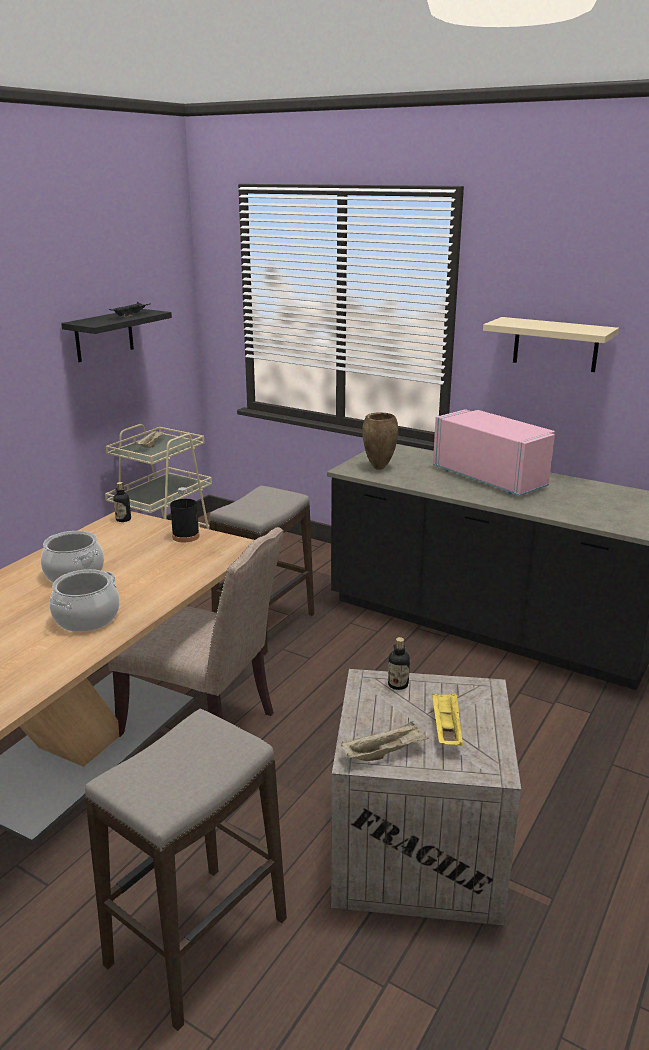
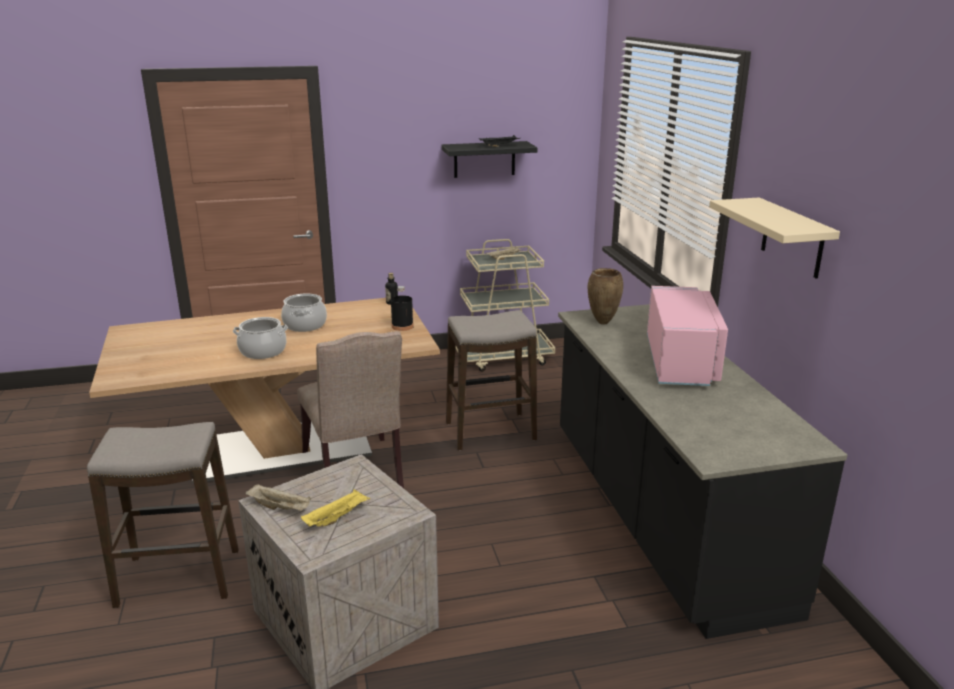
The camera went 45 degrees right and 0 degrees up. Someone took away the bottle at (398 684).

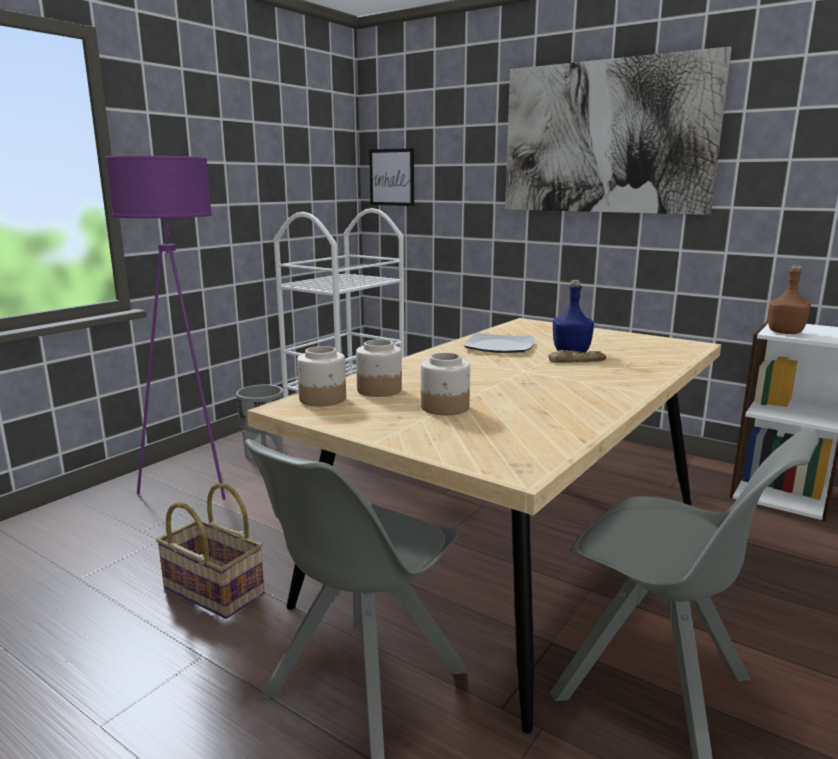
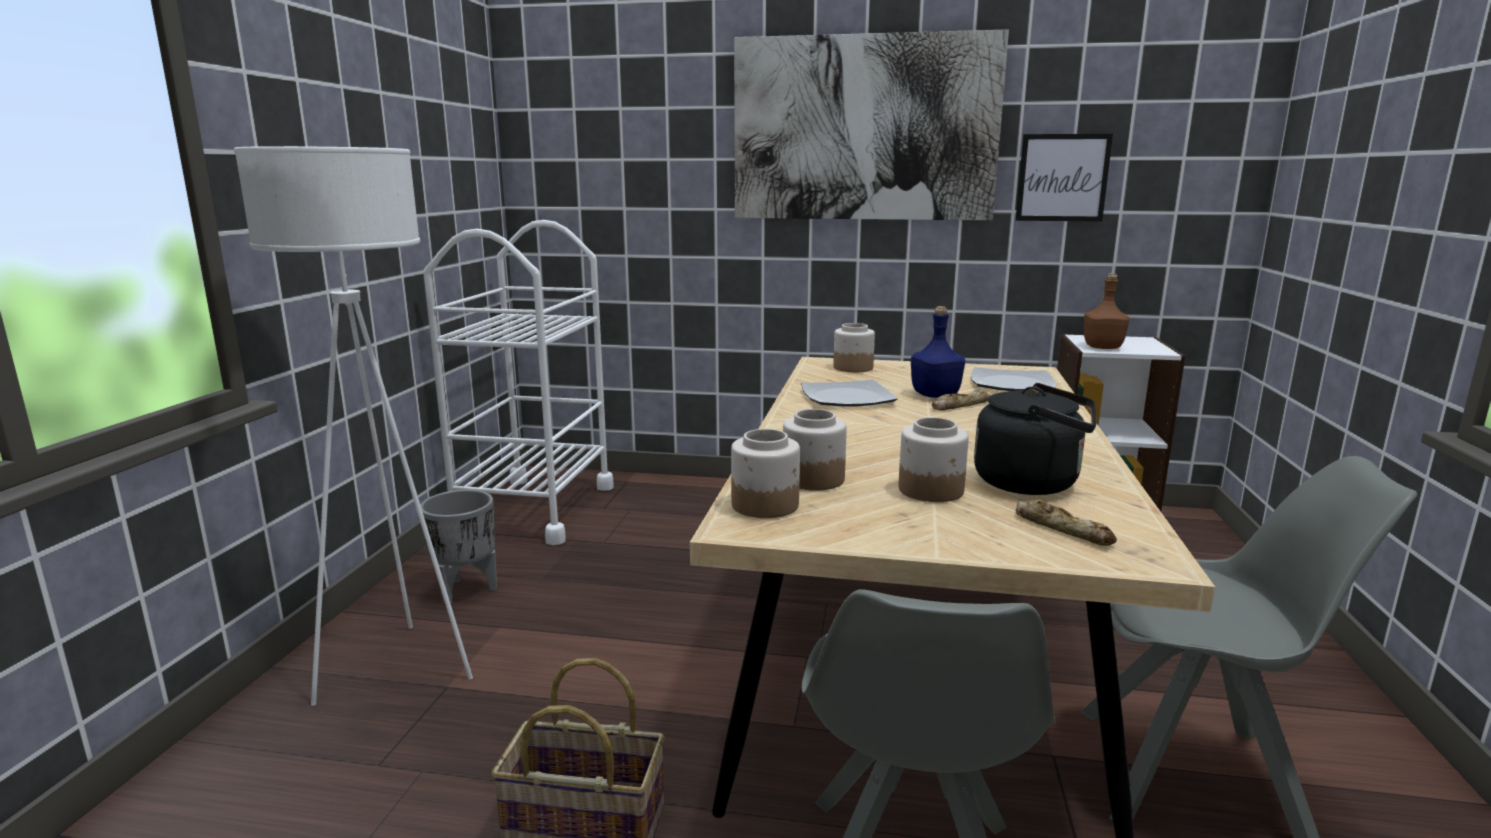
The camera went 25 degrees left and 0 degrees up. Someone carried the picture from (392 177) to (1062 178). Someone repainted the purple floor lamp at (193 485), which became the white floor lamp at (398 668). Someone put down the jar at (852 368). Someone put down the plate at (1012 384). Someone put down the black kettle at (1032 483). Someone put down the bread at (1062 529).

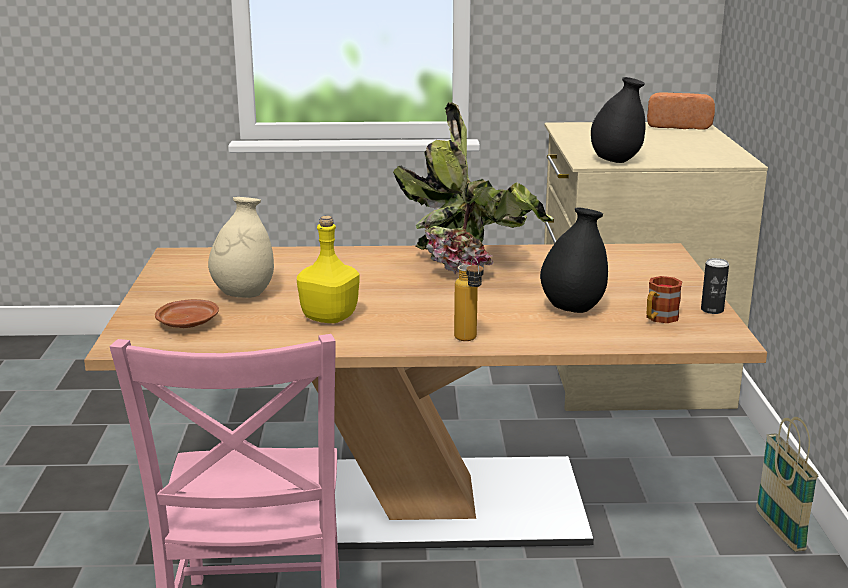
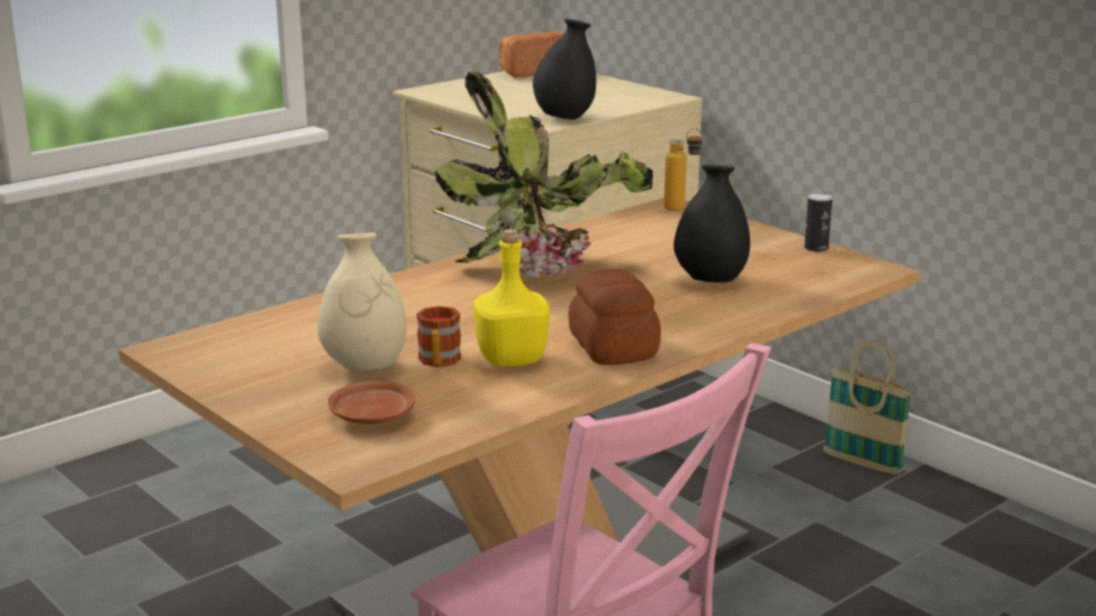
The camera went 40 degrees left and 0 degrees up. Someone carried the bottle from (469 341) to (682 209). Someone carried the mug from (658 319) to (438 362). Someone put down the bread at (612 348).

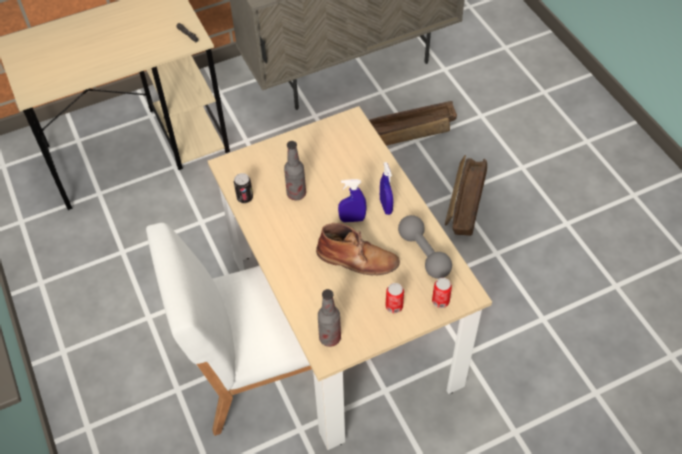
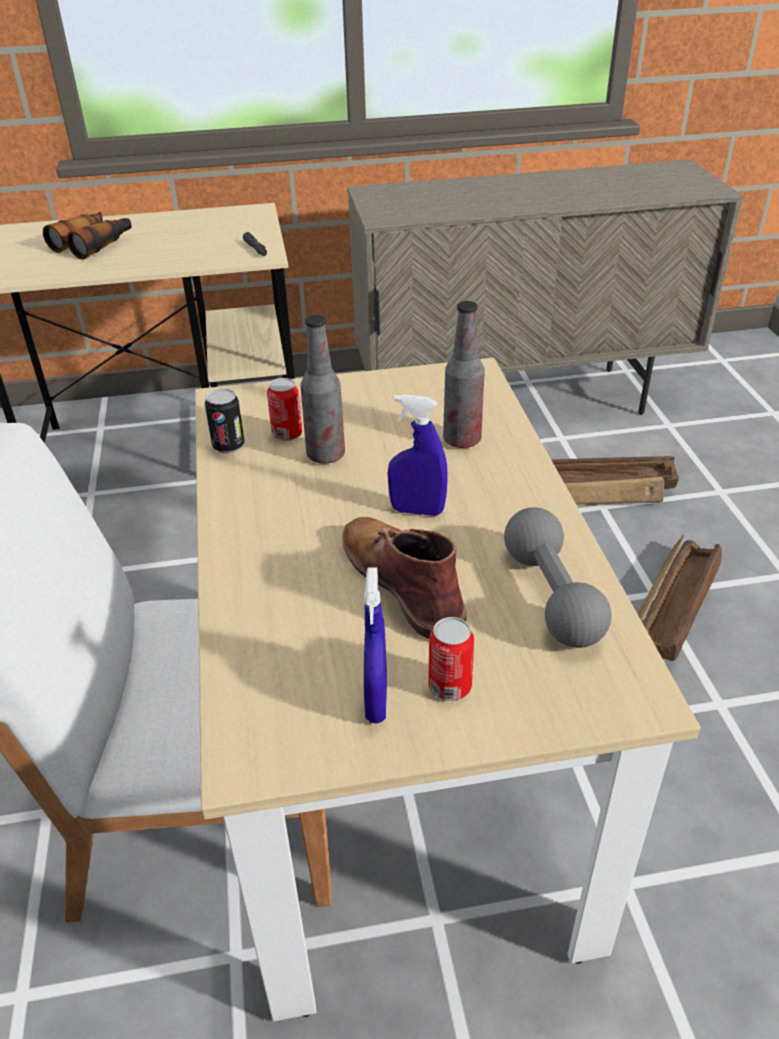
The camera went 15 degrees right and 15 degrees down. Someone carried the blue spray bottle from (386 206) to (376 700). Someone rotated the brown boot at (358 259) by 150 degrees counterclockwise. Someone carried the can from (440 301) to (287 434). Someone carried the bottle from (330 338) to (462 440). Someone put down the binoculars at (94 244).

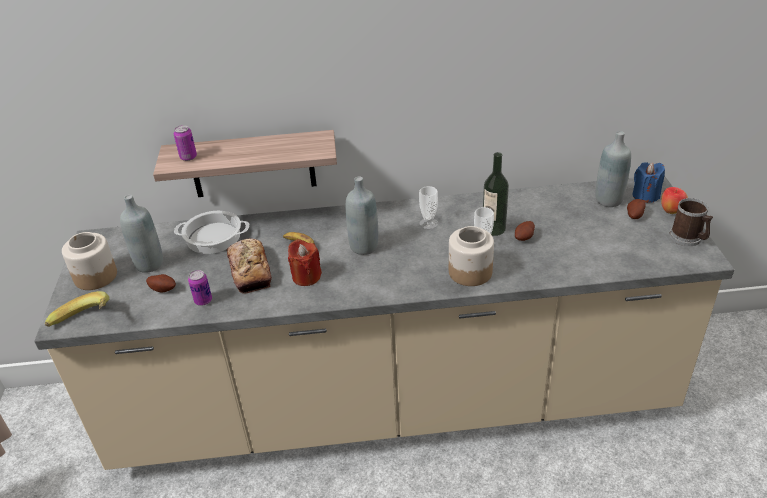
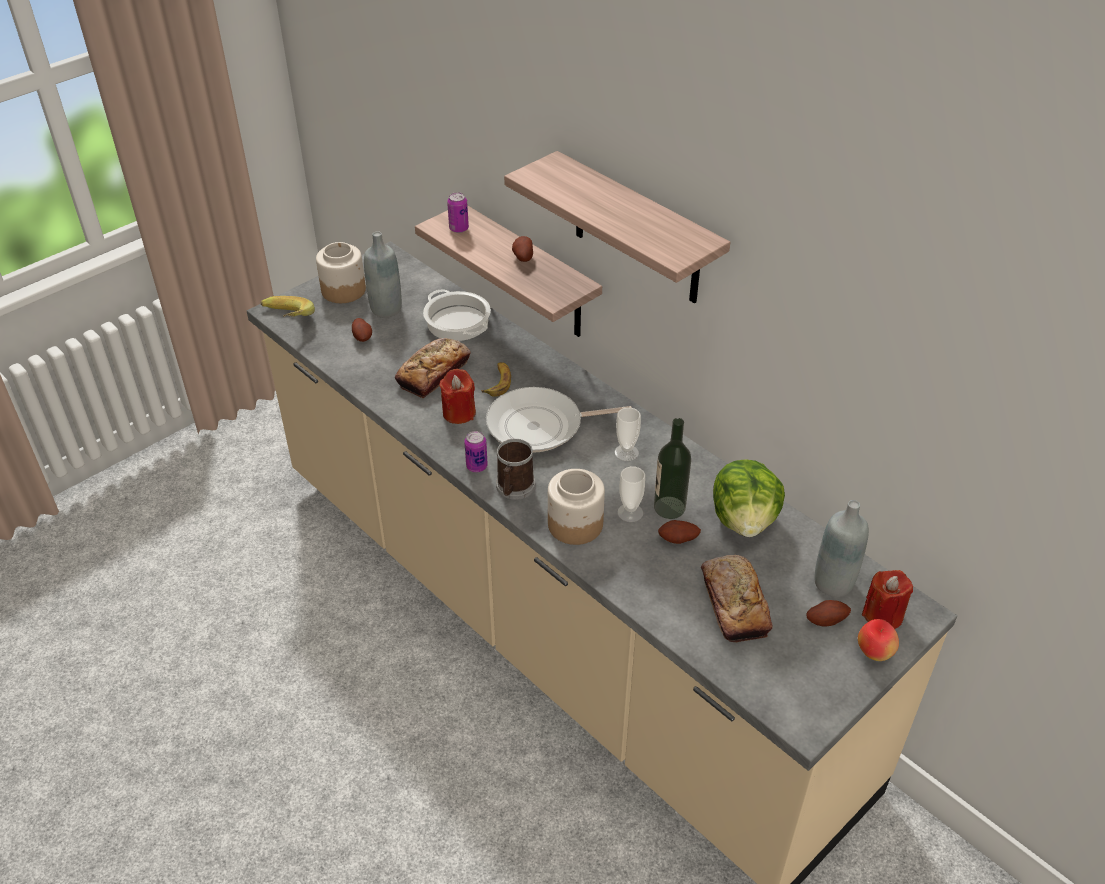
The camera went 50 degrees right and 5 degrees up. Someone repainted the blue candle at (645 196), which became the red candle at (883 615). Someone swapped the grey bottle at (364 247) for the frying pan at (540 426). Someone carried the mug from (688 238) to (514 488). Someone carried the can from (203 300) to (477 466). Someone put up the shelf at (637 231). Someone put down the potato at (522 257). Someone put down the lettuce at (744 520). Someone put down the bread at (734 604).

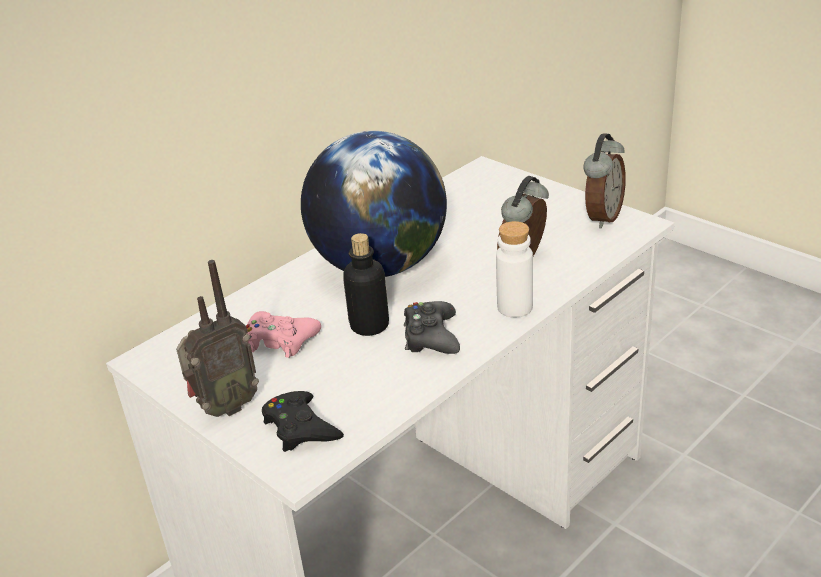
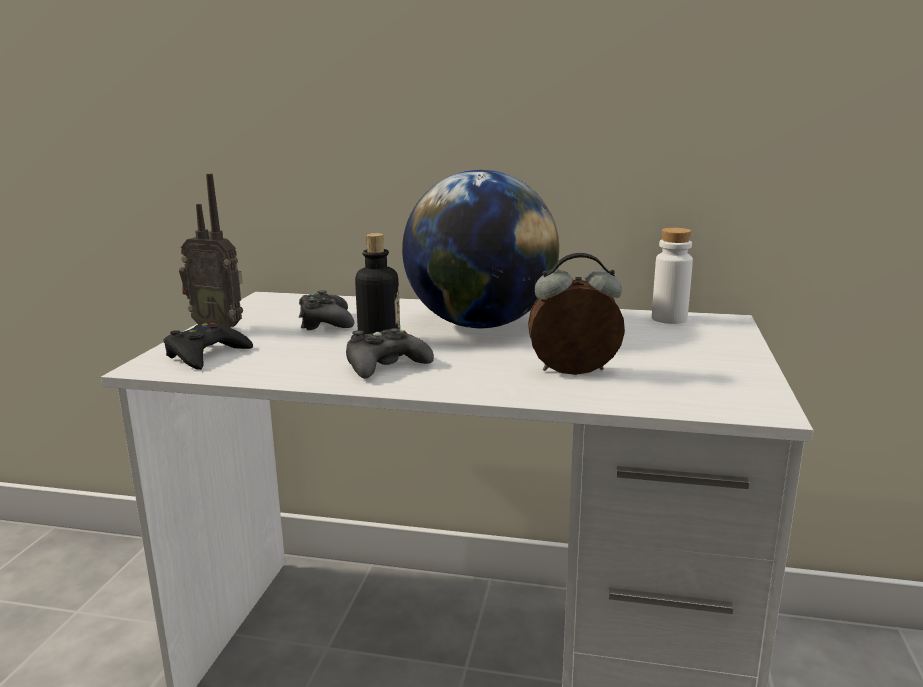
The camera went 55 degrees right and 15 degrees down. Someone took away the alarm clock at (602 217). Someone carried the white bottle from (515 307) to (669 319). Someone repainted the pink game controller at (280 341), which became the black game controller at (325 322).

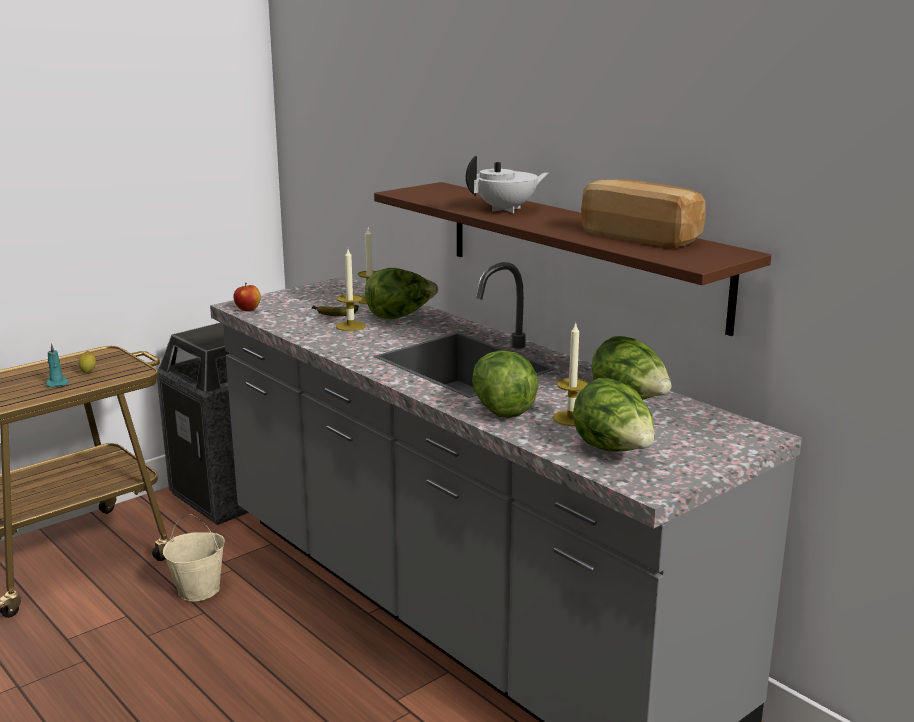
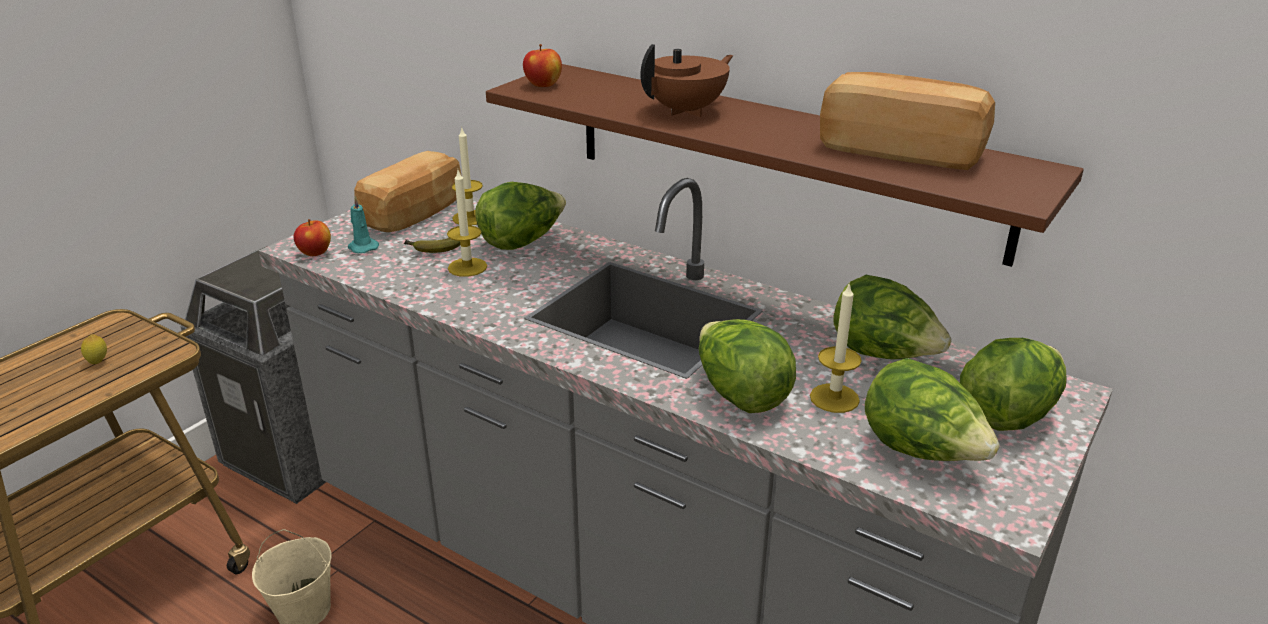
The camera went 15 degrees left and 10 degrees up. Someone repainted the white teapot at (506 209), which became the brown teapot at (687 111). Someone carried the turquoise candle from (57 383) to (362 247). Someone put down the apple at (543 85). Someone put down the bread at (415 214). Someone put down the lettuce at (1007 414).

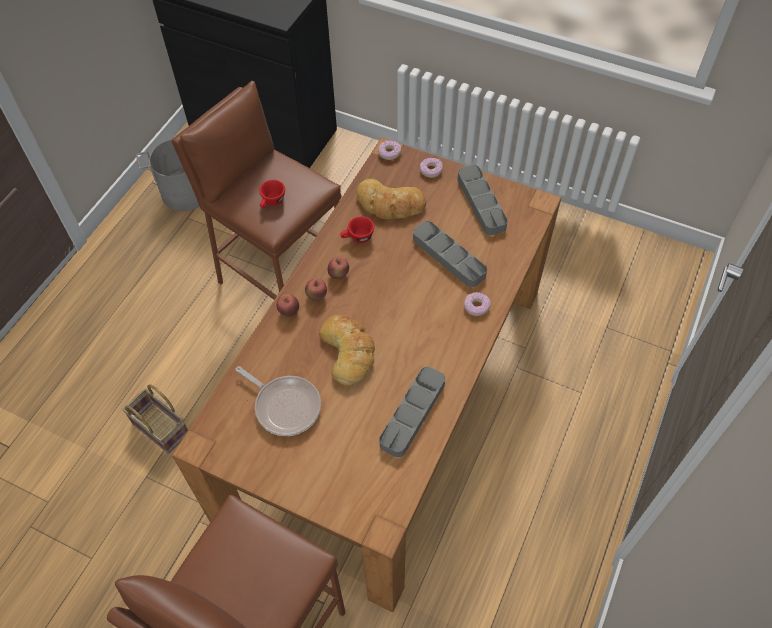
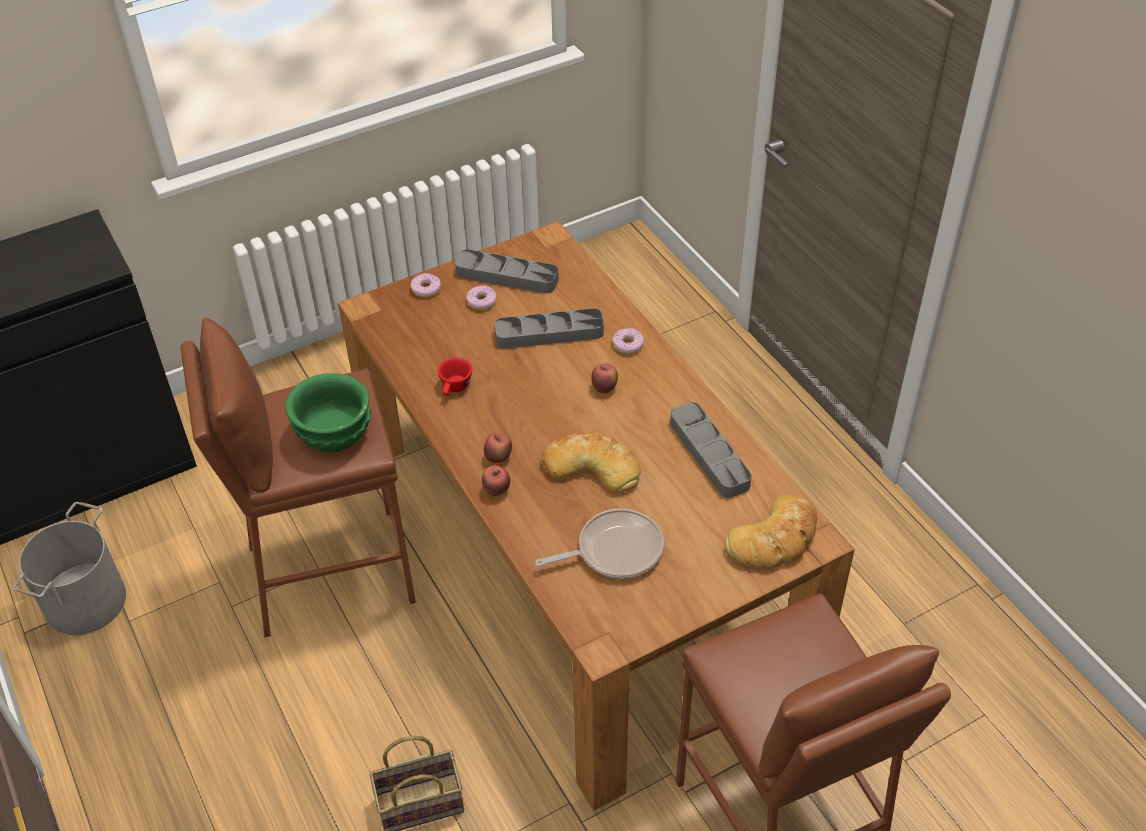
The camera went 55 degrees left and 10 degrees down. Someone carried the donut from (389 153) to (481 301). Someone carried the bread from (390 204) to (775 539). Someone swapped the red cup at (272 202) for the green bowl at (333 432). Someone carried the apple from (338 275) to (604 388).

